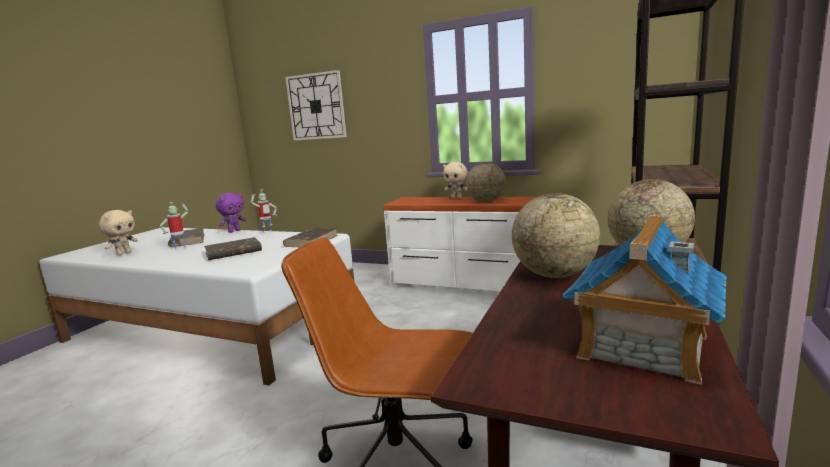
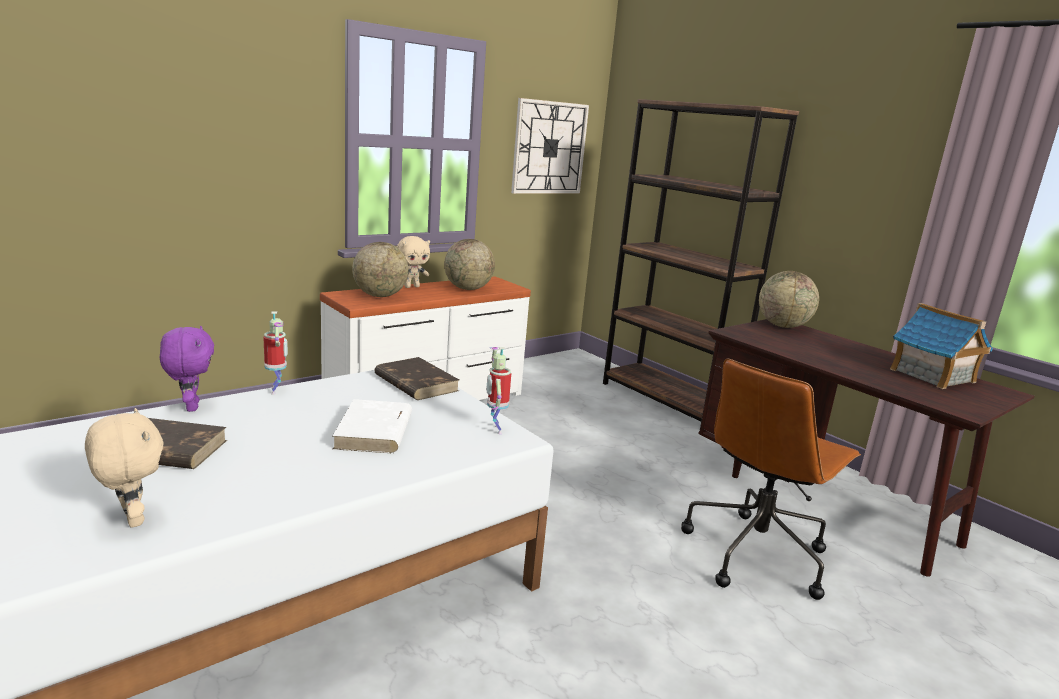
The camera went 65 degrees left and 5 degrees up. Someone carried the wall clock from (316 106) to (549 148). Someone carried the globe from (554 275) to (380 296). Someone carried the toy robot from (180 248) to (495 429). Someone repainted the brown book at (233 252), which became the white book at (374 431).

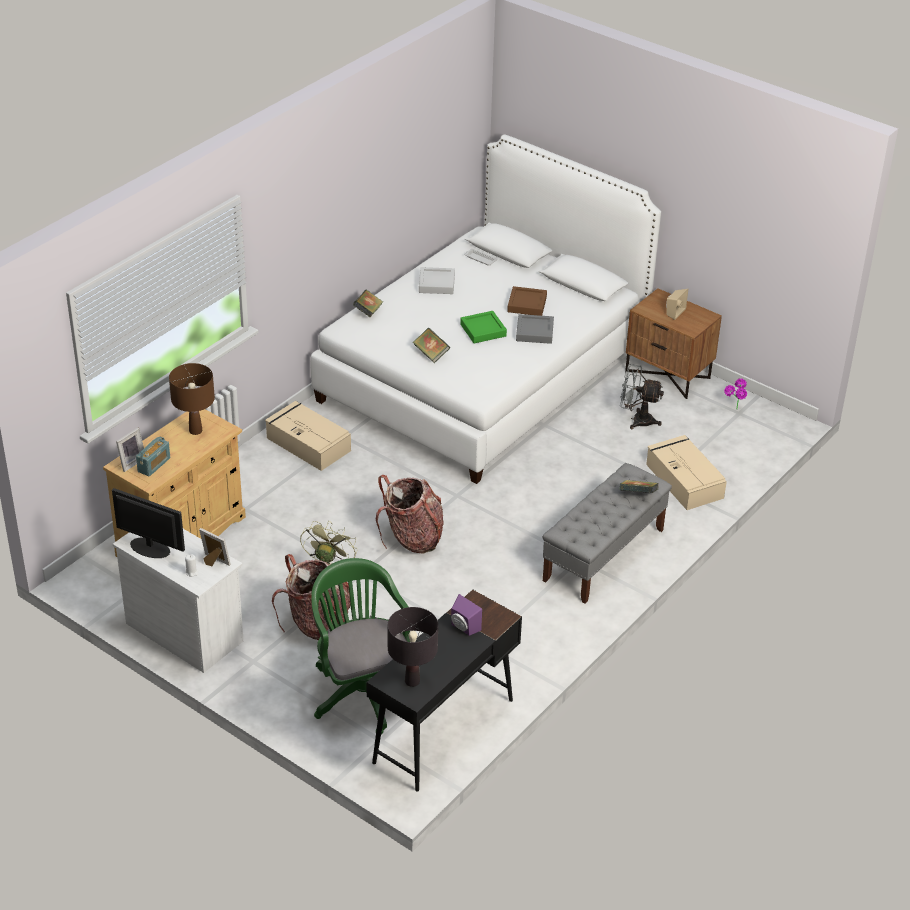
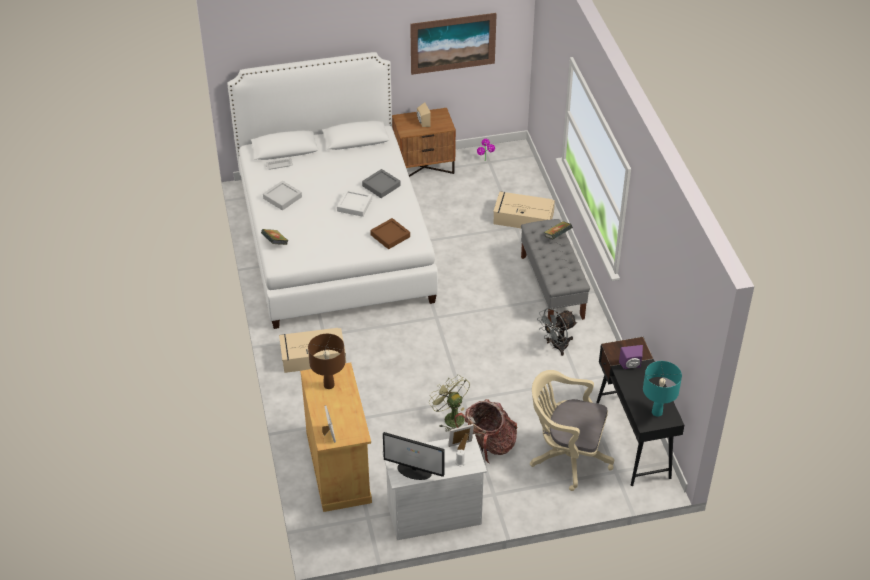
The camera went 50 degrees left and 5 degrees up. Someone carried the brown tray from (527 304) to (390 236). Someone repainted the green tray at (483 330), which became the white tray at (354 205). Someone took away the book at (431 354). Someone carried the grey fan from (637 420) to (556 346). Someone took away the radio at (154 465). Someone took away the backpack at (412 538). Someone rotated the monitor at (149 547) by 135 degrees counterclockwise. Someone repainted the green office chair at (362 690), which became the beige office chair at (566 456). Someone repainted the black table lamp at (412 681), which became the turquoise table lamp at (657 412). Someone put up the picture at (453 43).

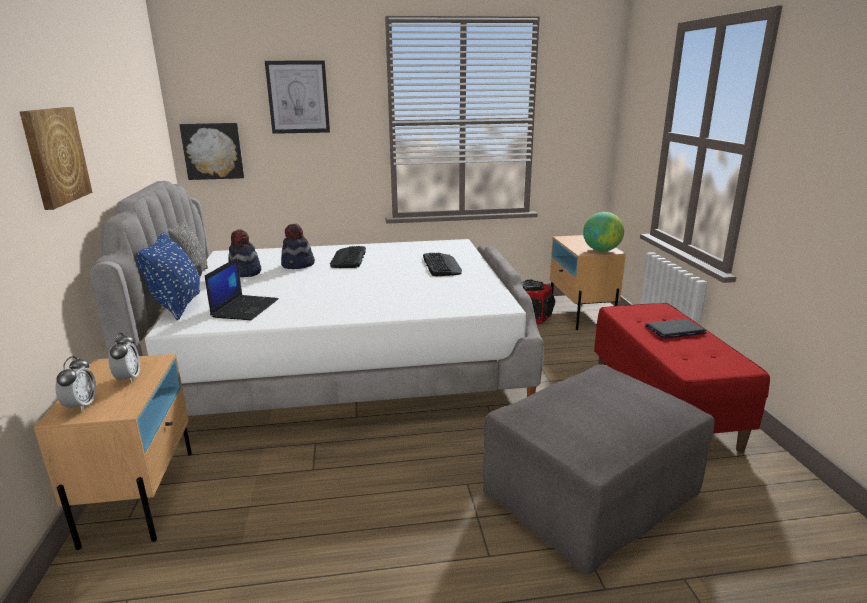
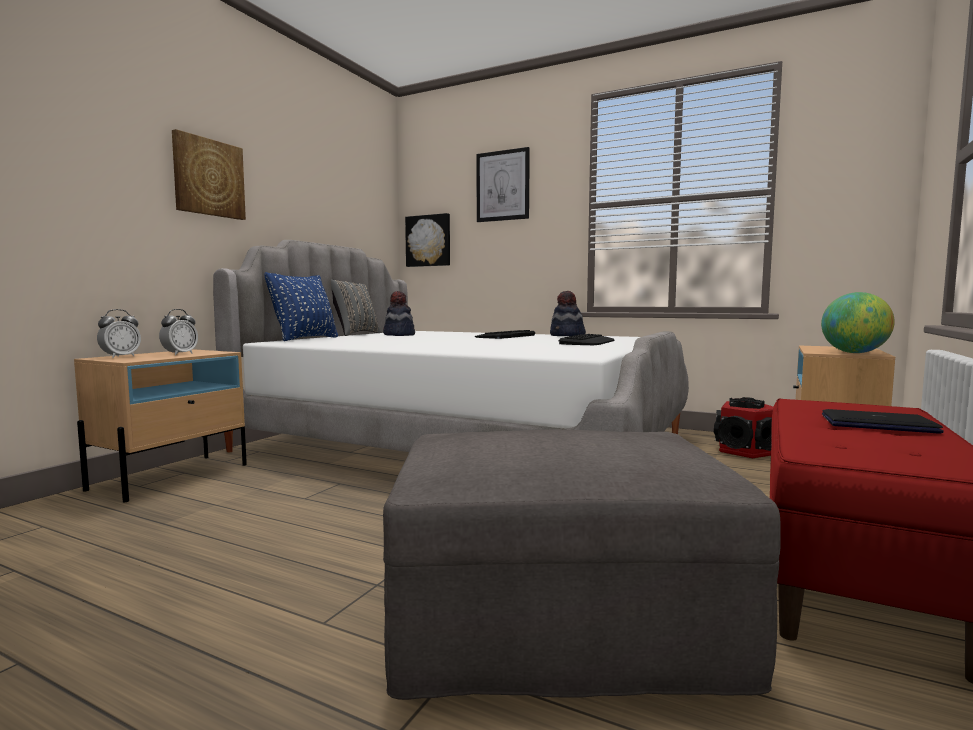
The camera went 35 degrees right and 15 degrees down. Someone carried the hat from (298 265) to (567 335). Someone took away the laptop at (245 308).

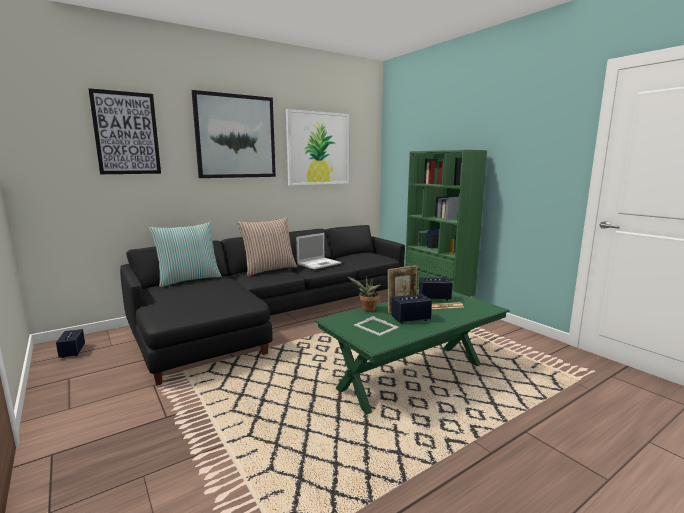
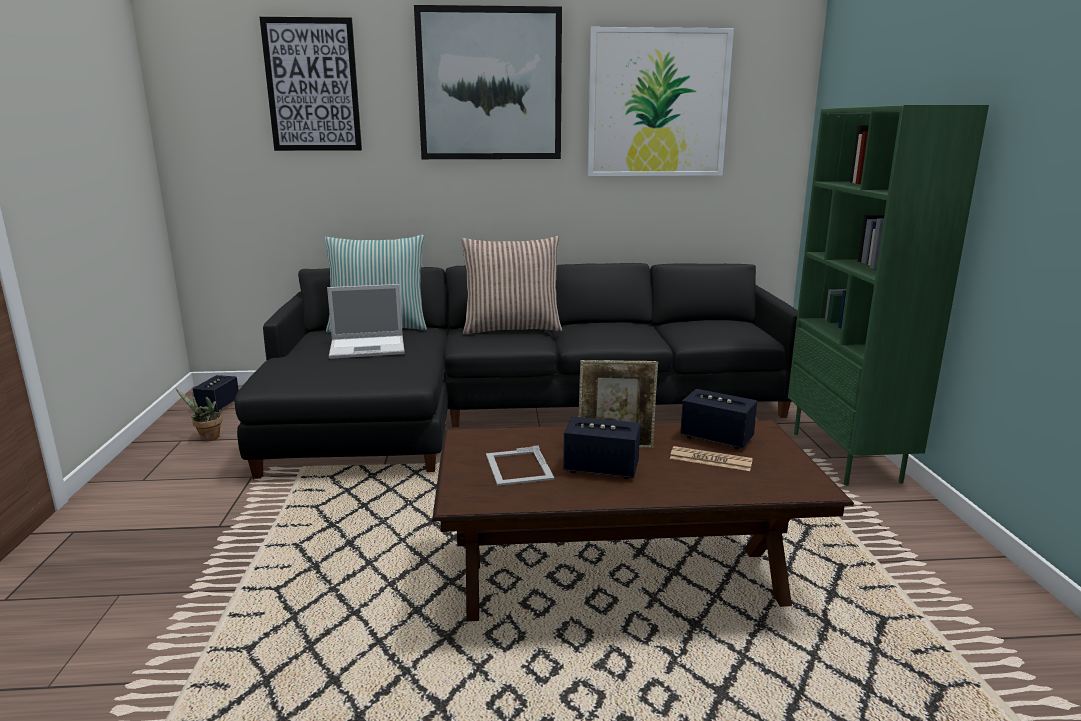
The camera went 30 degrees right and 5 degrees up. Someone carried the laptop from (319 263) to (369 347). Someone carried the potted plant from (367 310) to (207 438). Someone repainted the green coffee table at (412 376), which became the brown coffee table at (622 583).

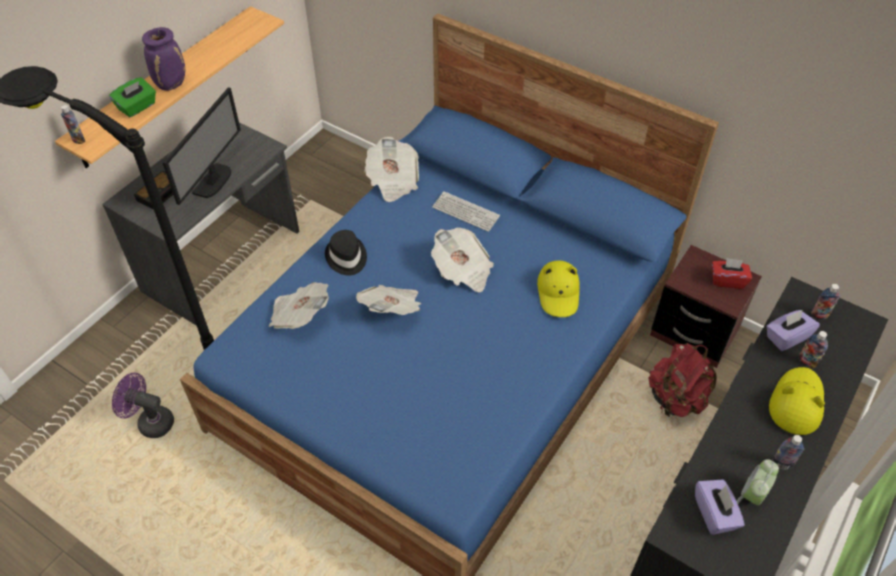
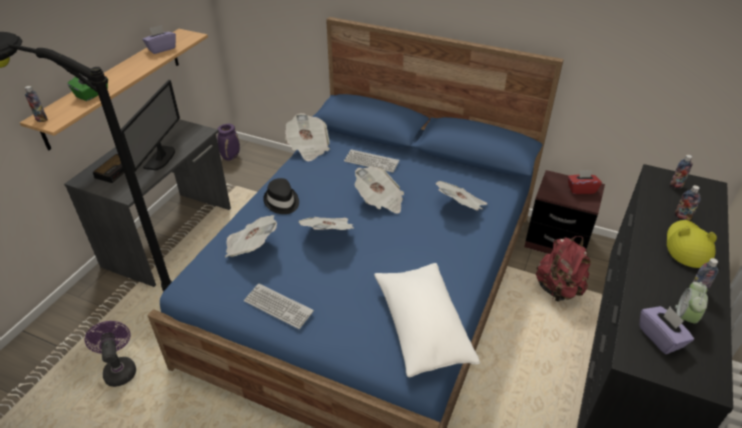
The camera went 10 degrees left and 10 degrees down. Someone carried the purple vase from (172 84) to (231 156). Someone swapped the yellow hat at (559 292) for the newspaper at (461 207). Someone carried the purple tissue box from (786 337) to (161 49). Someone rotated the purple fan at (150 422) by 60 degrees clockwise. Someone put down the white pillow at (422 327). Someone put down the keyboard at (278 307).

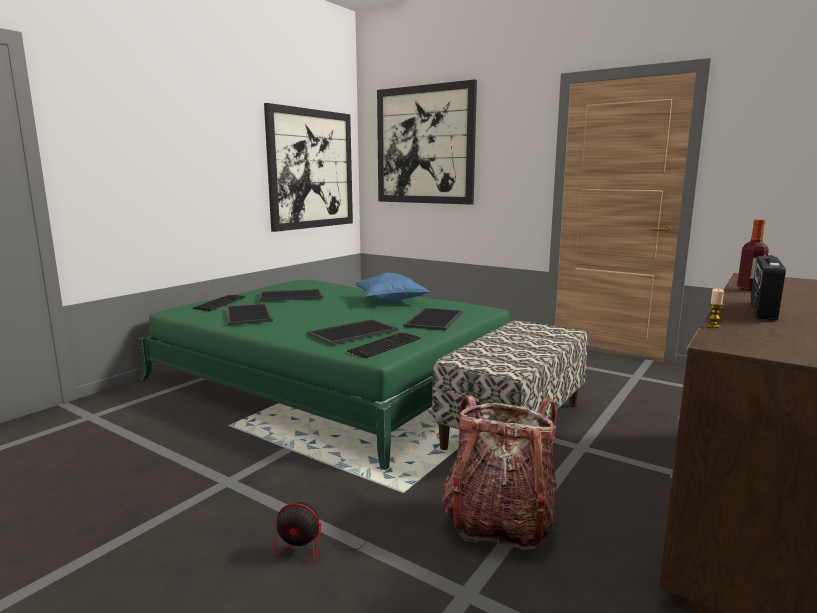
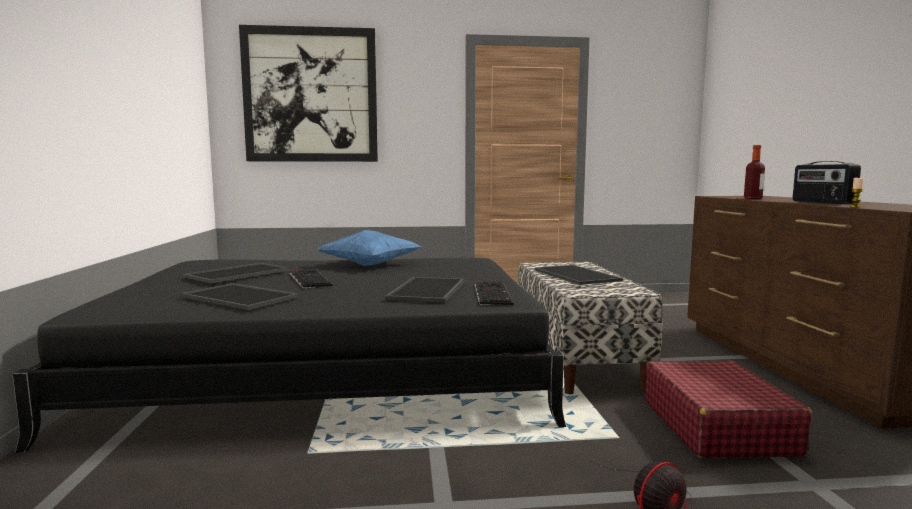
The camera went 40 degrees left and 5 degrees down. Someone took away the picture at (311 169). Someone repainted the green bed at (333 377), which became the black bed at (330 368). Someone carried the keyboard from (219 303) to (308 279). Someone carried the tray from (435 319) to (578 275). Someone swapped the backpack at (499 521) for the red suitcase at (716 426).

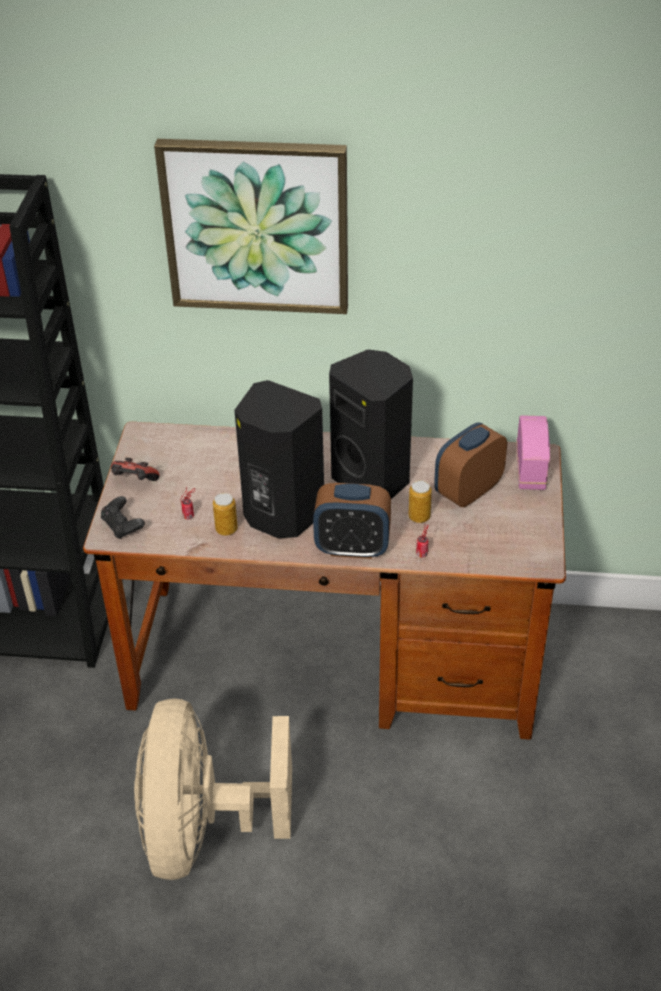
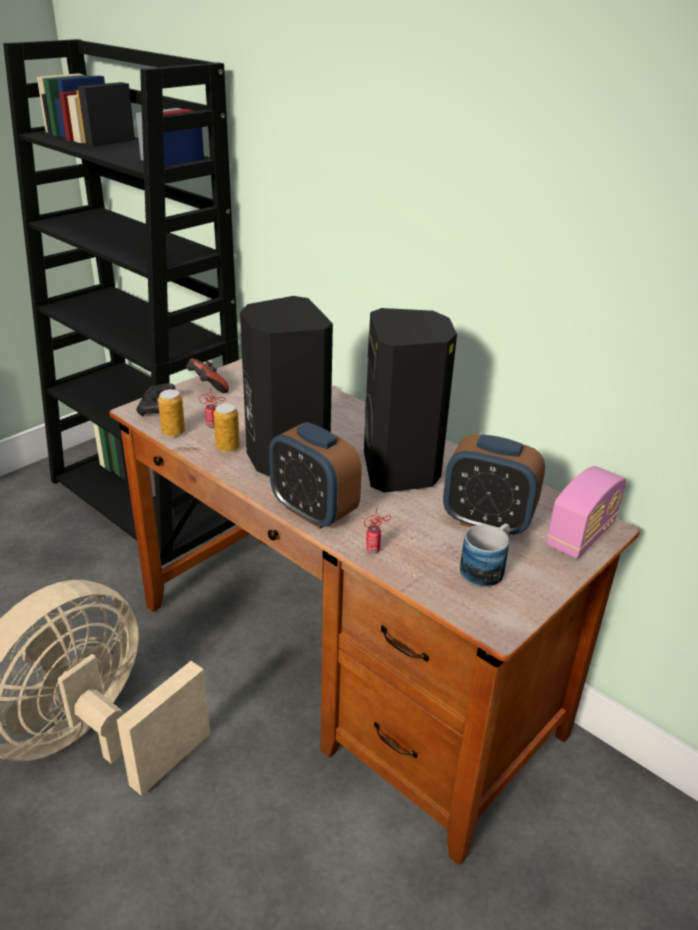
The camera went 35 degrees right and 10 degrees down. Someone took away the picture at (256 225). Someone rotated the alarm clock at (468 491) by 150 degrees counterclockwise. Someone carried the can from (419 517) to (173 432). Someone put down the mug at (487 568).

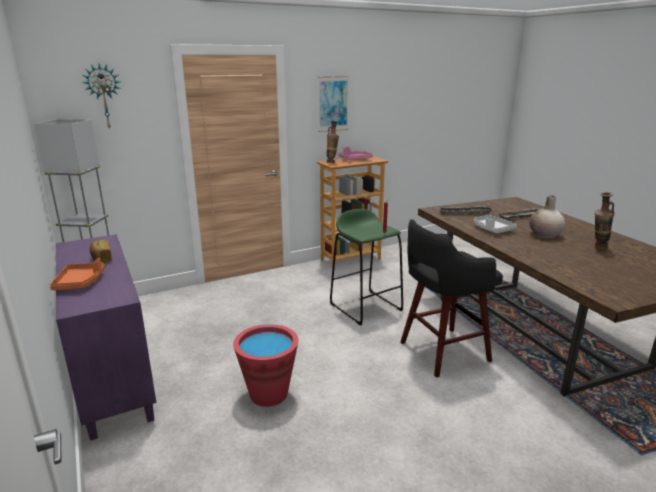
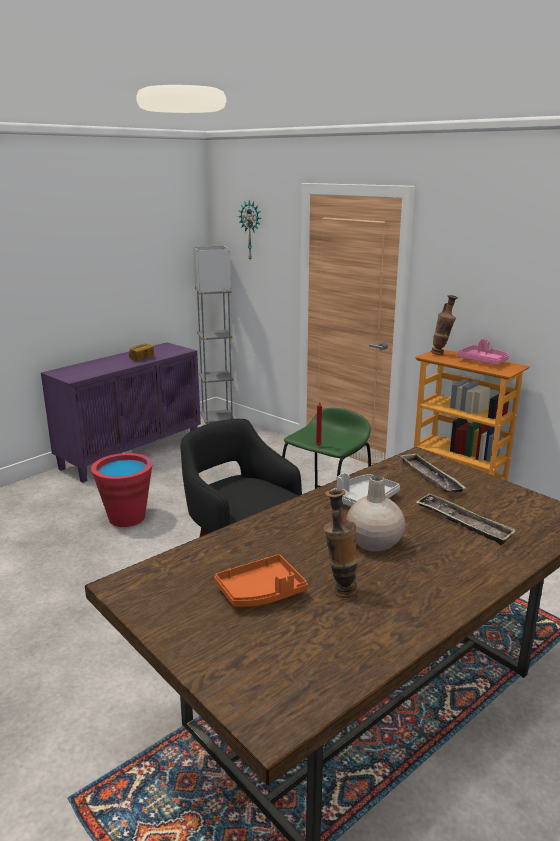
The camera went 70 degrees right and 0 degrees up. Someone took away the picture at (333 104). Someone carried the orange tray from (80 282) to (261 592).

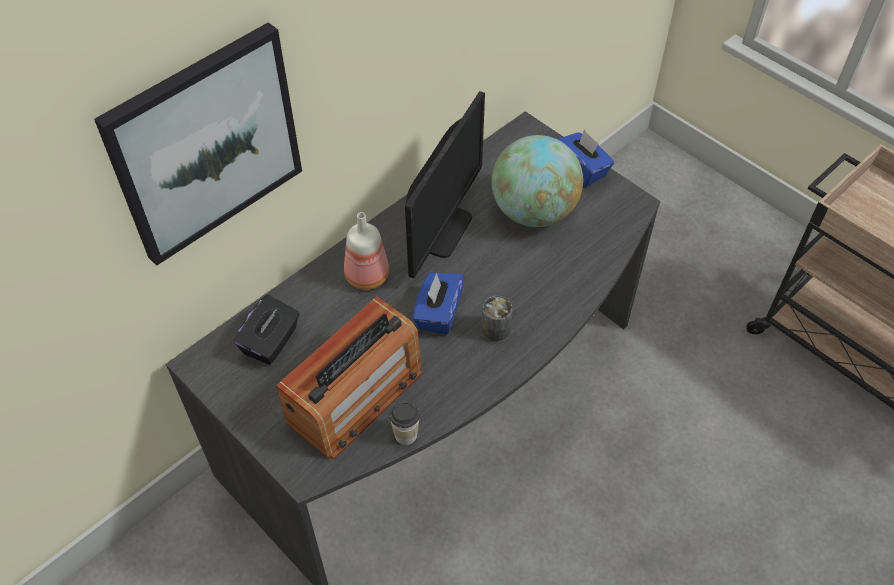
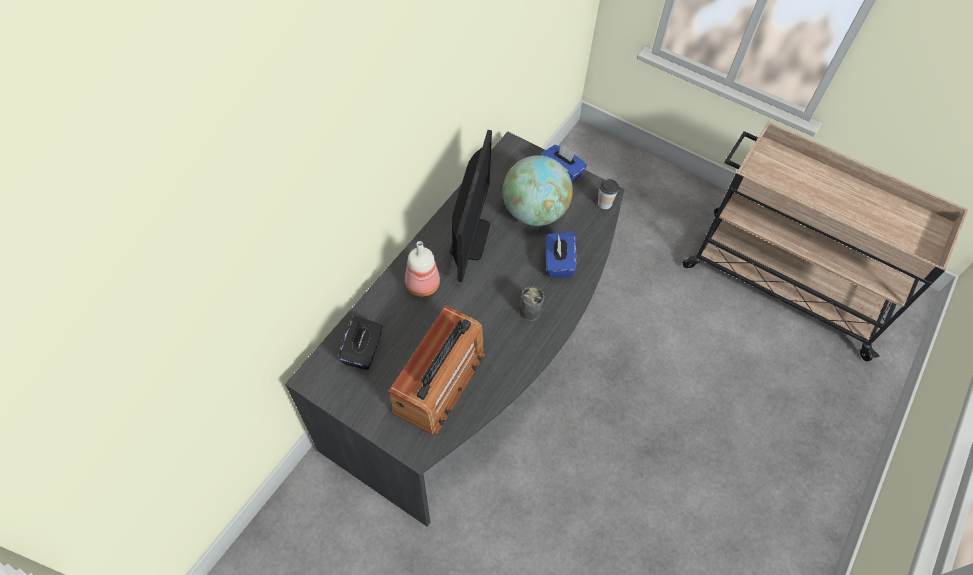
The camera went 15 degrees left and 5 degrees up. Someone took away the picture at (206 144). Someone carried the blue tissue box from (438 313) to (558 262). Someone carried the cup from (406 435) to (604 203).

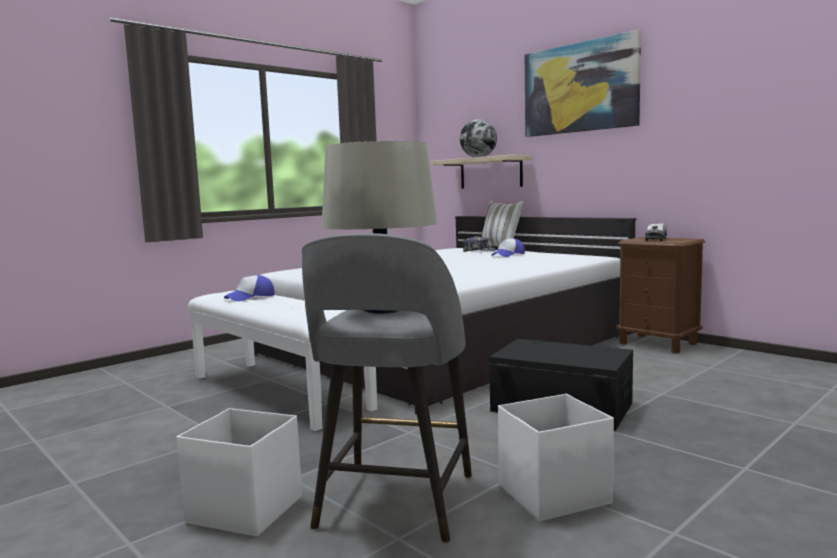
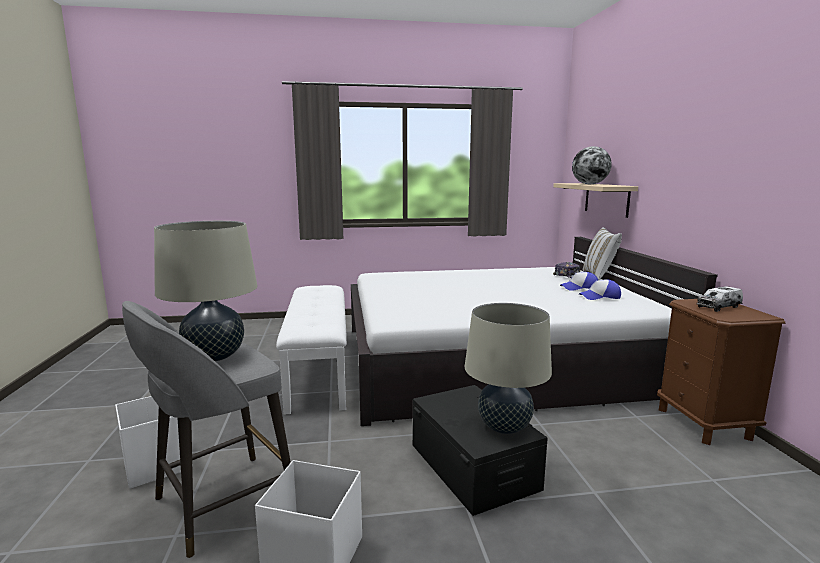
The camera went 35 degrees right and 5 degrees up. Someone took away the picture at (579 88). Someone carried the cap from (250 297) to (600 297). Someone put down the beige table lamp at (504 427).

